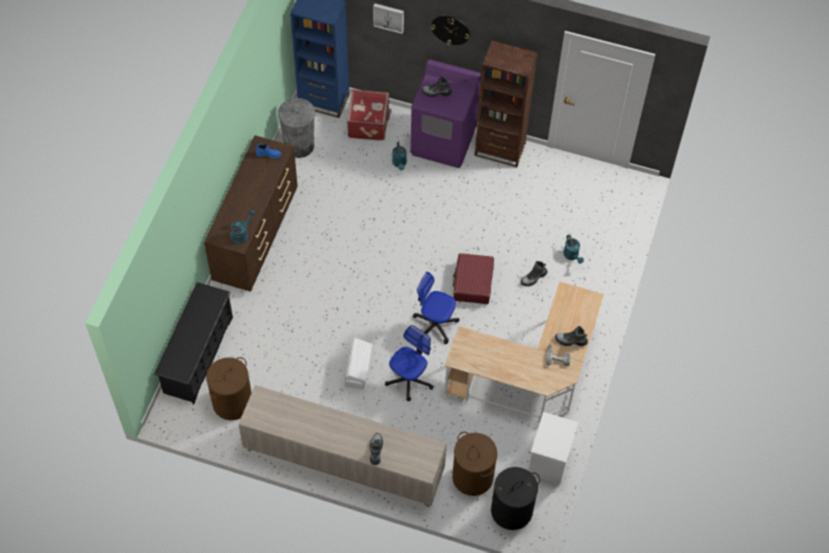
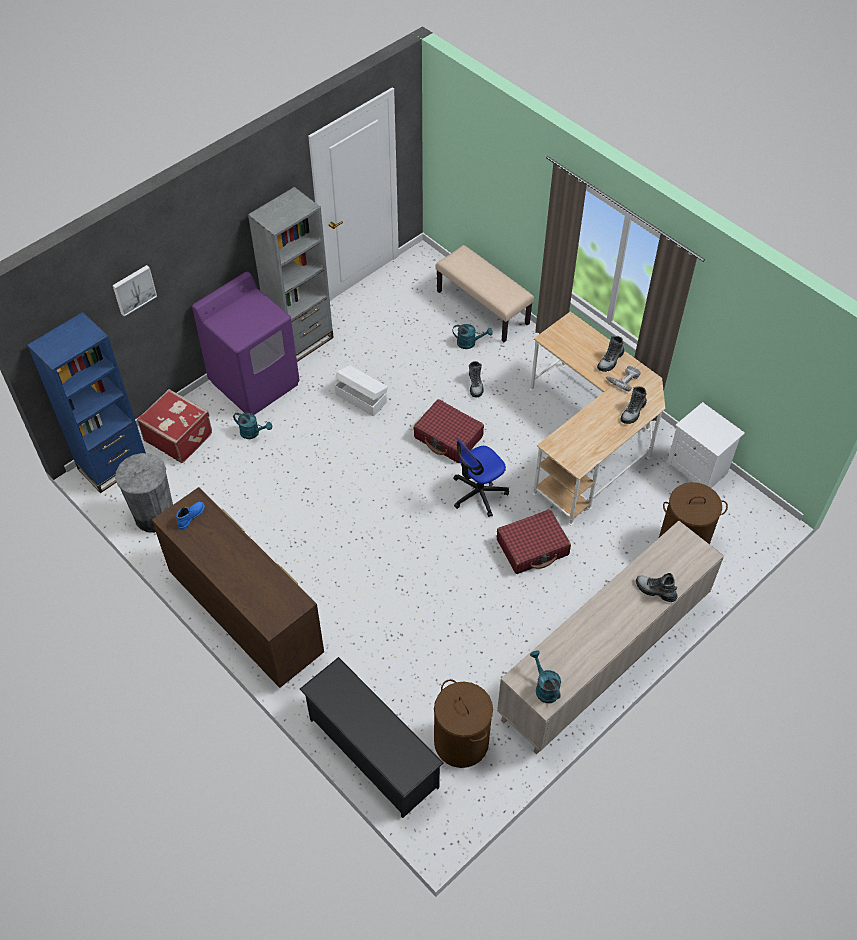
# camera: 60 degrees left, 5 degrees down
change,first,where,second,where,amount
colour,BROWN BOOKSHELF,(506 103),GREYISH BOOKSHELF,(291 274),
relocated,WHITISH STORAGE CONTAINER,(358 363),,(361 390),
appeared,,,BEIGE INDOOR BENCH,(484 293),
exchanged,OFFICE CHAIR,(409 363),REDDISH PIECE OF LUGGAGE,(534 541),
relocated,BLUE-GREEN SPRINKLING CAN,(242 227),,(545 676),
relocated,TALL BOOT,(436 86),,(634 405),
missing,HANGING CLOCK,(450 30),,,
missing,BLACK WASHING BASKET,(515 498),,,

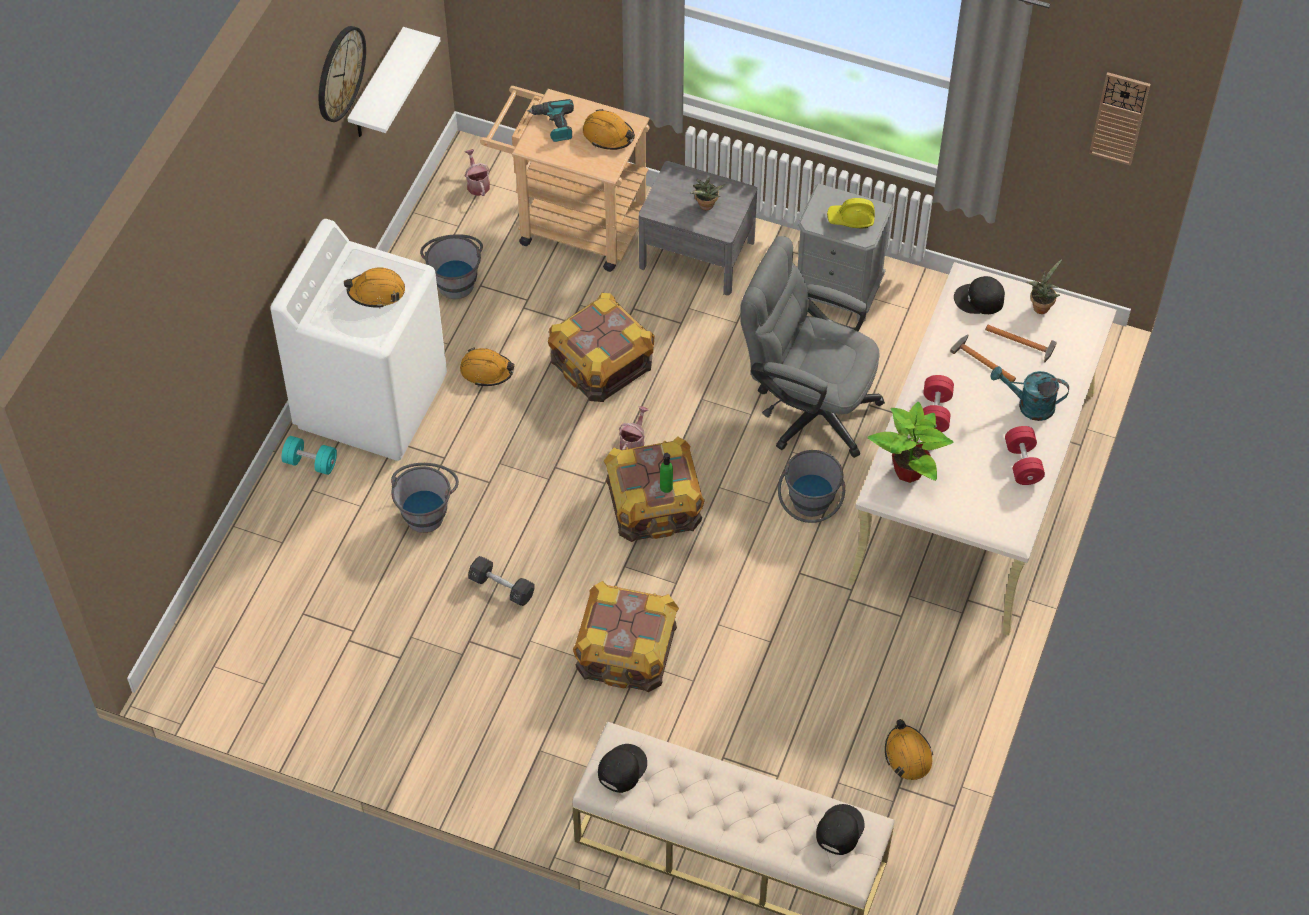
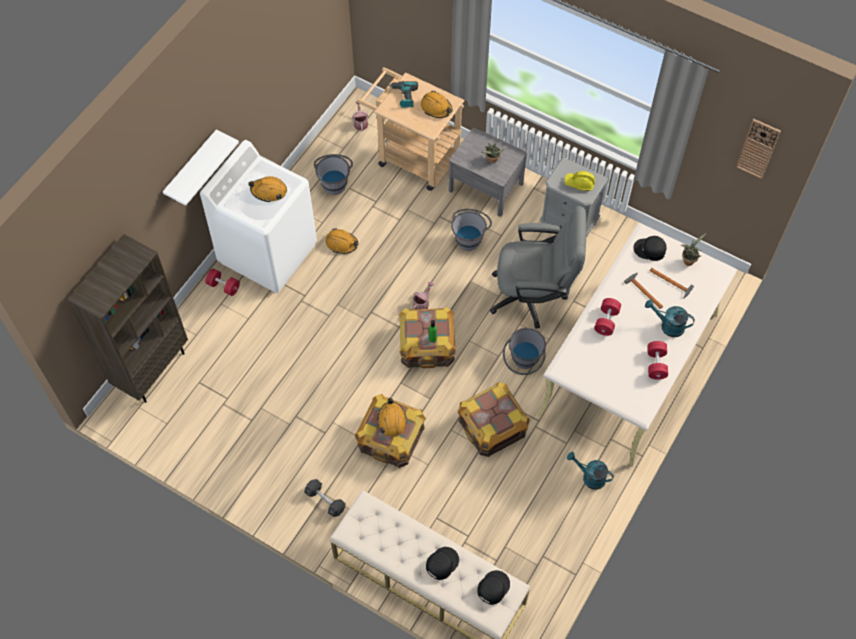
# camera: 10 degrees right, 5 degrees up
change,first,where,second,where,amount
appeared,,,BROWN BOOKSHELF,(127 318),
relocated,WHITISH WALL SHELF,(393 82),,(201 167),
colour,BLUE-GREEN FREE WEIGHT,(309 455),REDDISH FREE WEIGHT,(222 282),
relocated,BLACK FREE WEIGHT,(501 581),,(325 498),
relocated,ORANGE SAFETY HELMET,(909 749),,(392 417),
relocated,BLACK PEAKED CAP,(622 768),,(442 563),
relocated,GREYISH PAIL,(425 498),,(471 230),
relocated,SHIPPING CRATE,(601 347),,(494 419),
spun,GREYISH OFFICE CHAIR,(812 347),,(538 267),150 degrees clockwise
appeared,,,BLUE-GREEN SPRINKLING CAN,(590 471),
missing,HANGING CLOCK,(342 74),,,
missing,HOUSEPLANT,(910 442),,,

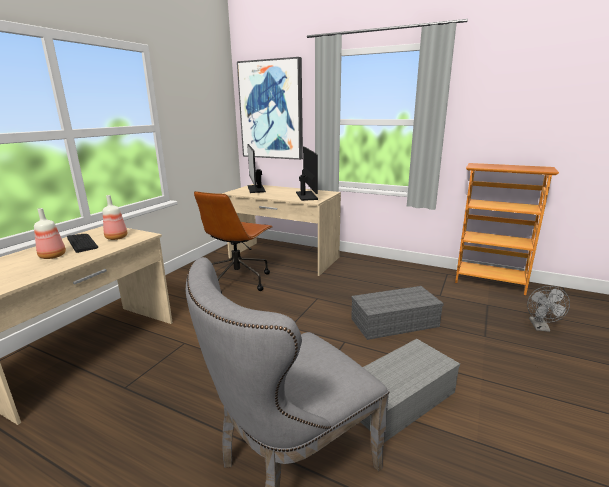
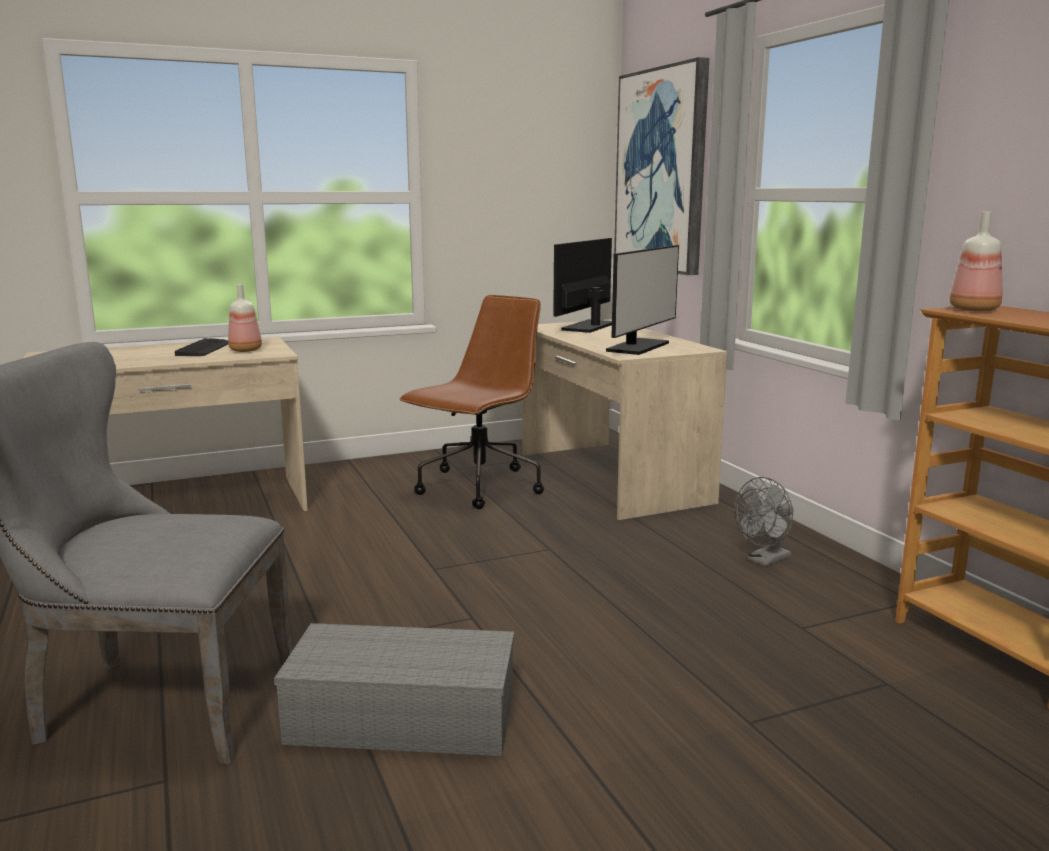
# camera: 40 degrees right, 5 degrees down
change,first,where,second,where,amount
spun,BROWN OFFICE CHAIR,(233 242),,(471 402),150 degrees clockwise
relocated,GREYISH COOLING FAN,(548 309),,(764 522),
relocated,BEVERAGE BOTTLE,(50 233),,(976 262),
missing,GREYISH STORAGE CONTAINER,(397 313),,,

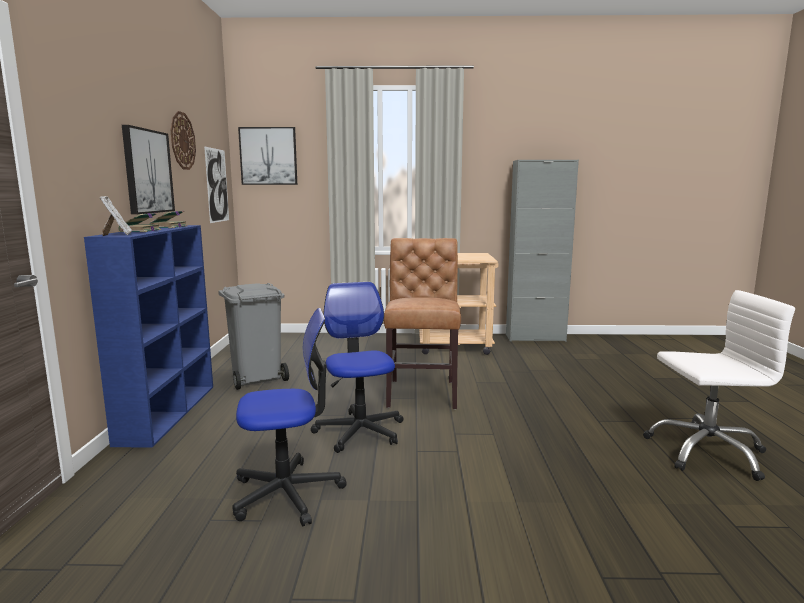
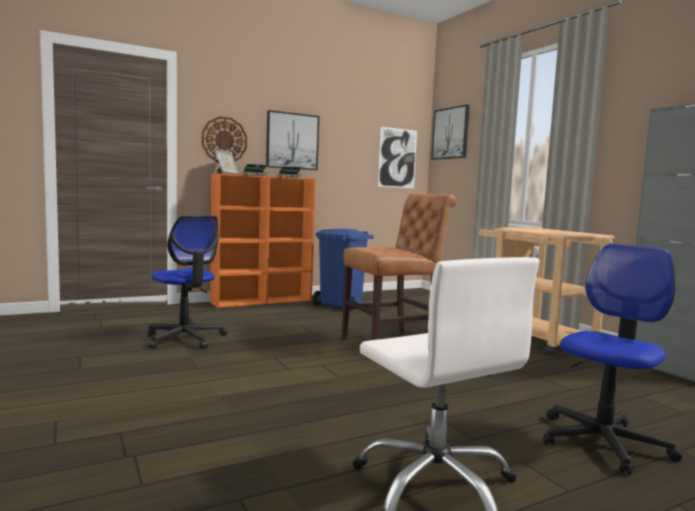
# camera: 60 degrees right, 5 degrees down
change,first,where,second,where,amount
relocated,HANGING CLOCK,(183 140),,(224 139),
colour,BLUE-COLOURED BOOKSHELF,(148 336),ORANGE BOOKSHELF,(263 241),
colour,GREYISH TRASH CAN,(253 336),BLUE-COLOURED TRASH CAN,(343 269),
relocated,OFFICE CHAIR,(357 367),,(612 359),

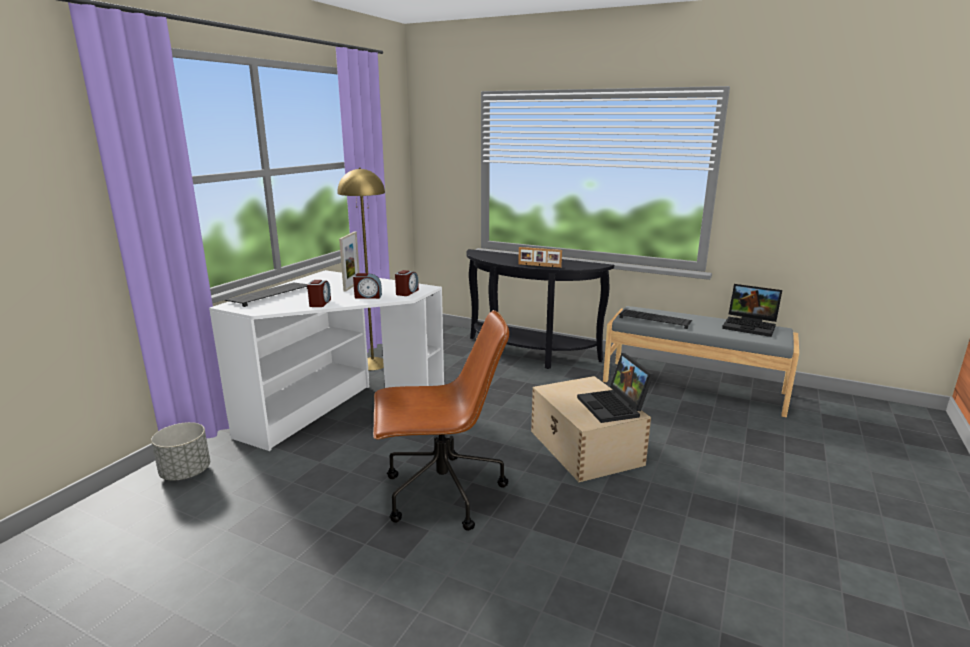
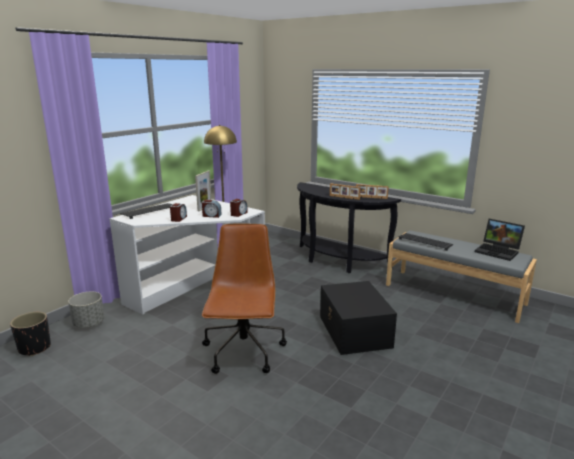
# camera: 10 degrees right, 0 degrees up
change,first,where,second,where,amount
appeared,,,BLACK PLANT POT,(30 334),
spun,BROWN OFFICE CHAIR,(441 420),,(244 299),90 degrees counterclockwise
colour,BEIGE STORAGE CONTAINER,(591 429),BLACK STORAGE CONTAINER,(358 318),
appeared,,,STANDING FRAME,(372 191),
missing,PORTABLE COMPUTER,(615 388),,,

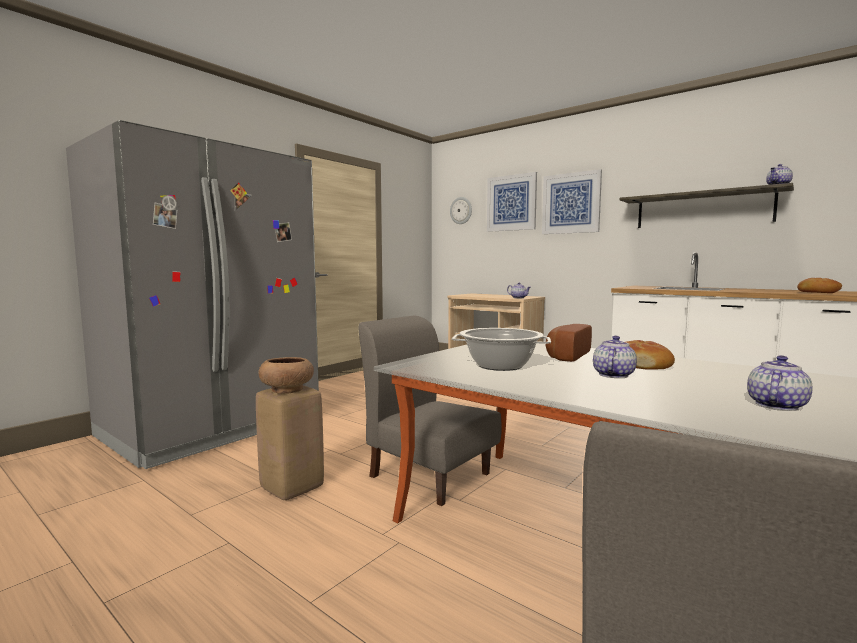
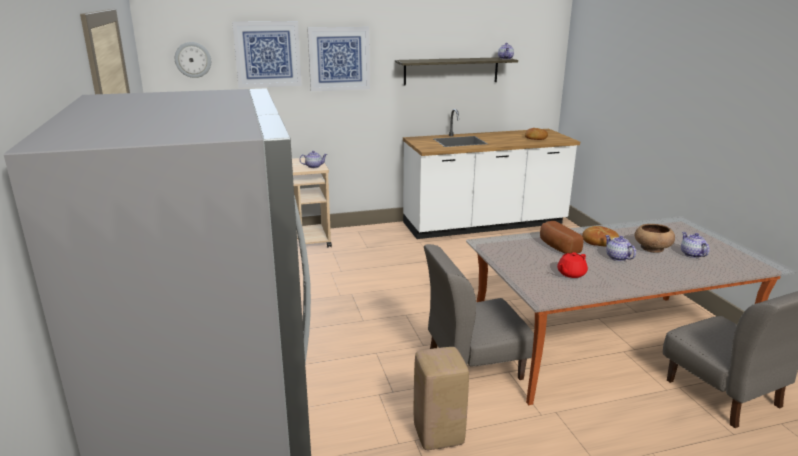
# camera: 55 degrees left, 15 degrees up
change,first,where,second,where,amount
exchanged,SAUCEPOT,(501 349),REDDISH TEAPOT,(572 265),
relocated,BROWN DEEP DISH,(286 375),,(655 238),

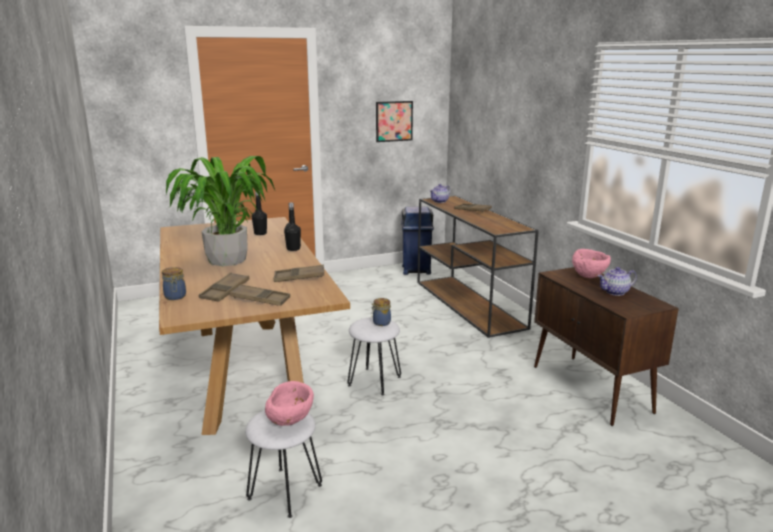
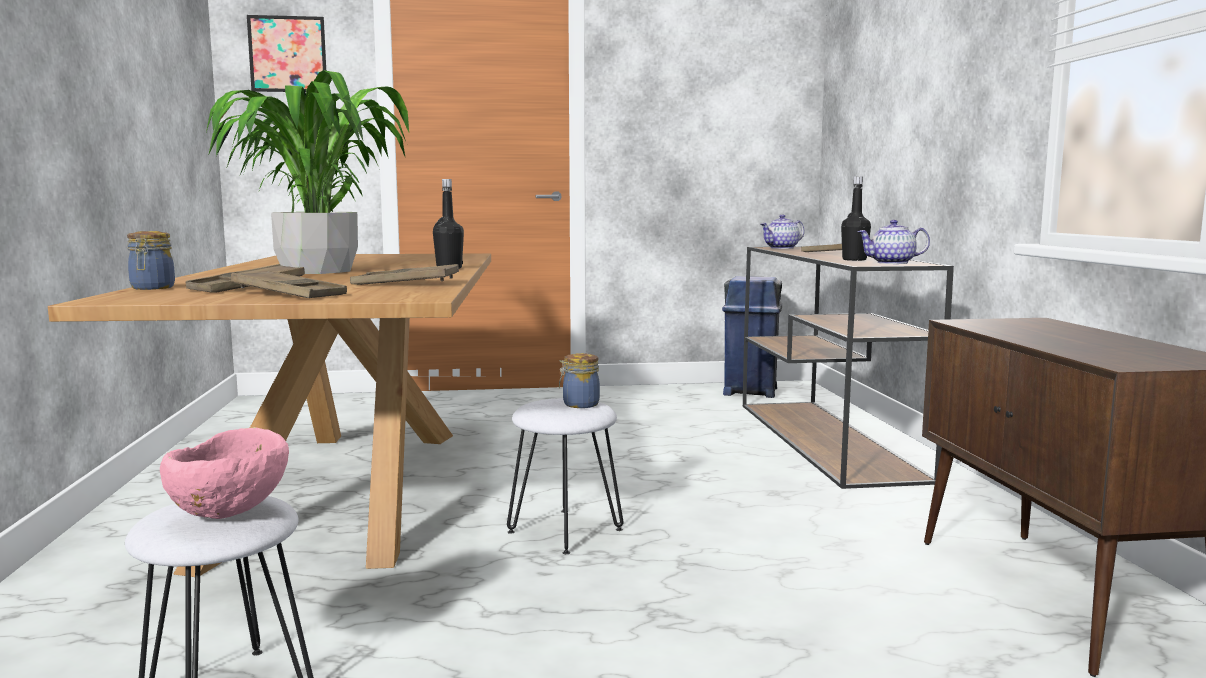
# camera: 15 degrees right, 10 degrees down
change,first,where,second,where,amount
relocated,WALL ART,(394 121),,(286 53),
relocated,BLACK BEVERAGE BOTTLE,(259 213),,(856 218),
relocated,TEAPOT,(617 281),,(893 242),
missing,PINK DEEP DISH,(591 263),,,

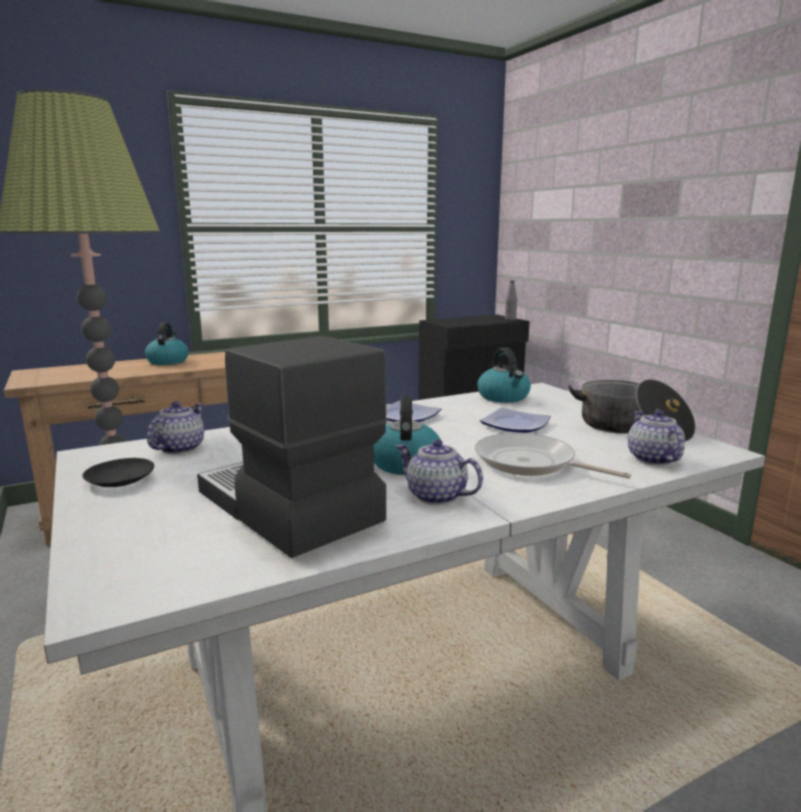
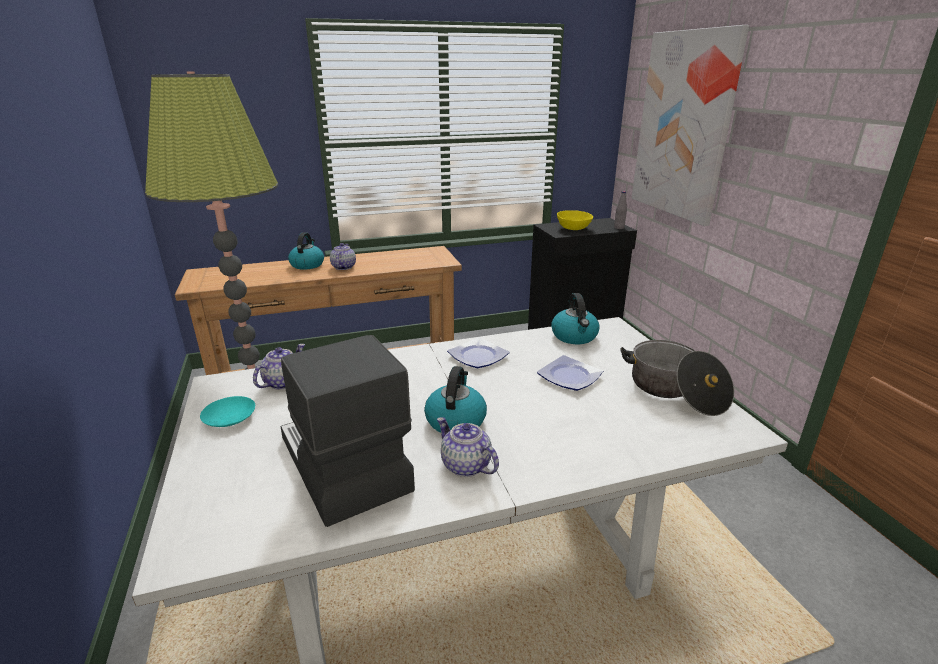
# camera: 10 degrees right, 10 degrees up
change,first,where,second,where,amount
colour,BLACK PLATE,(118 472),BLUE-GREEN PLATE,(227 411),
relocated,TEAPOT,(656 437),,(343 256),
appeared,,,YELLOWISH DEEP DISH,(575 220),
appeared,,,WALL ART,(690 125),
missing,SKILLET,(553 456),,,

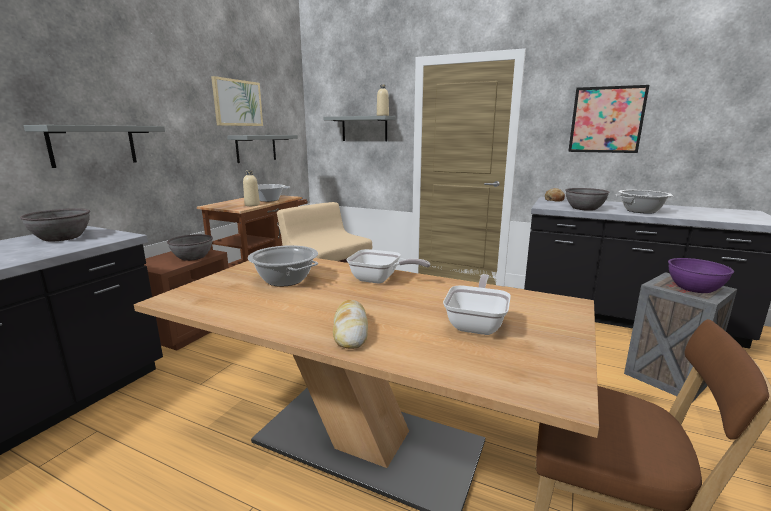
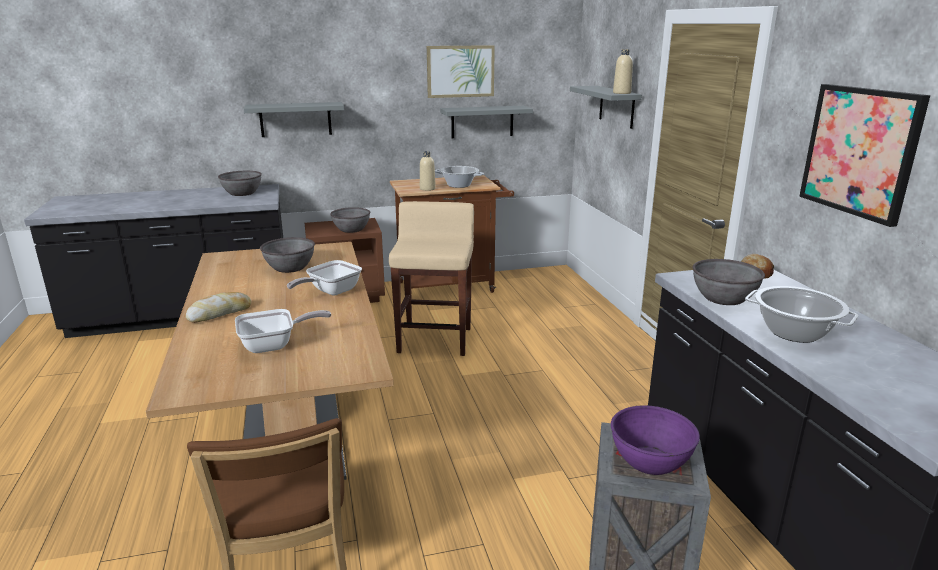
# camera: 50 degrees right, 5 degrees up
change,first,where,second,where,amount
exchanged,SAUCEPOT,(283 266),GREYISH DEEP DISH,(287 255),
spun,SKILLET,(388 266),,(324 277),60 degrees clockwise

